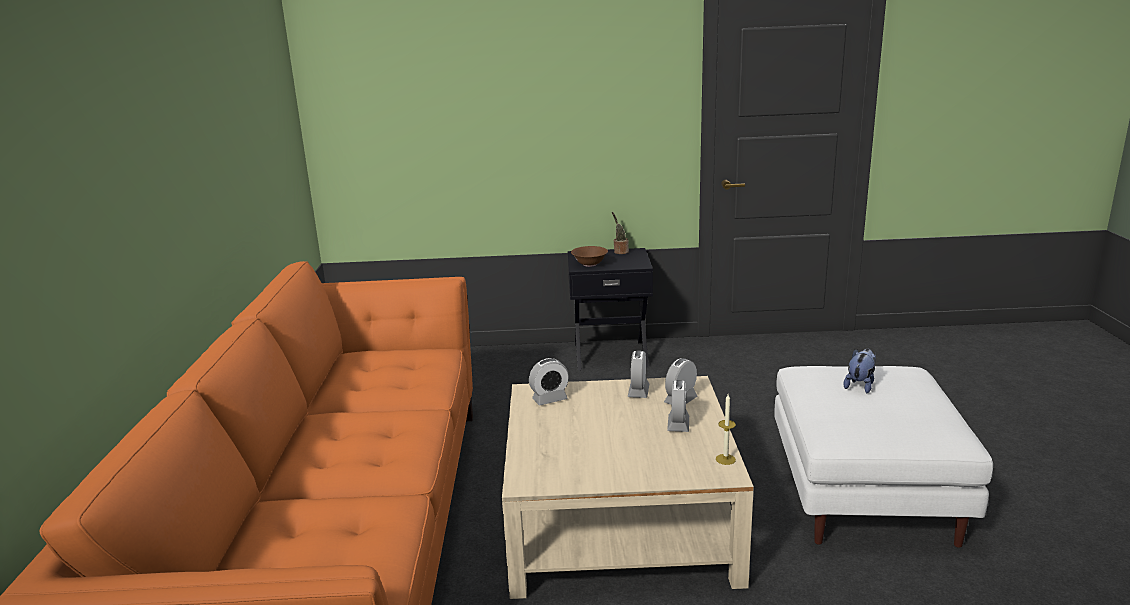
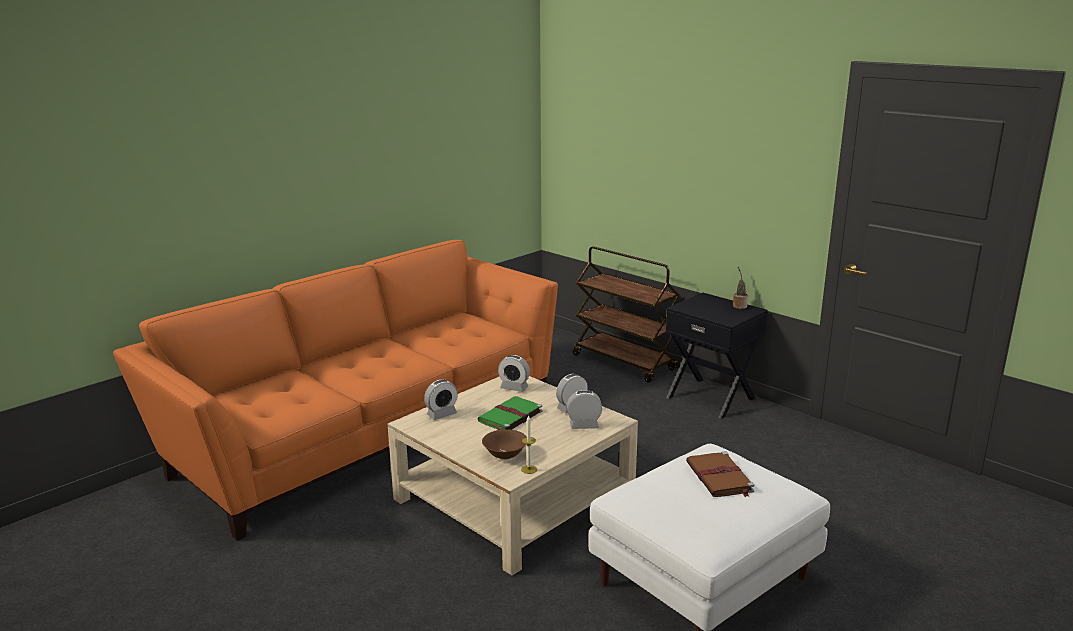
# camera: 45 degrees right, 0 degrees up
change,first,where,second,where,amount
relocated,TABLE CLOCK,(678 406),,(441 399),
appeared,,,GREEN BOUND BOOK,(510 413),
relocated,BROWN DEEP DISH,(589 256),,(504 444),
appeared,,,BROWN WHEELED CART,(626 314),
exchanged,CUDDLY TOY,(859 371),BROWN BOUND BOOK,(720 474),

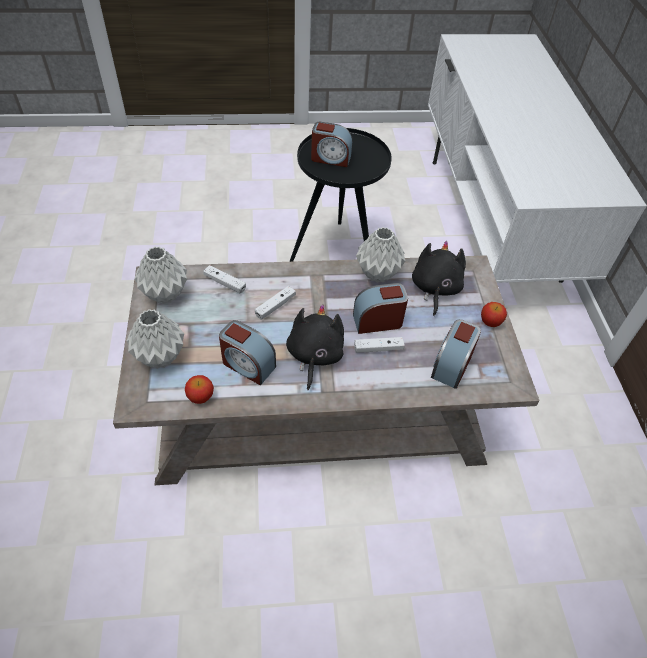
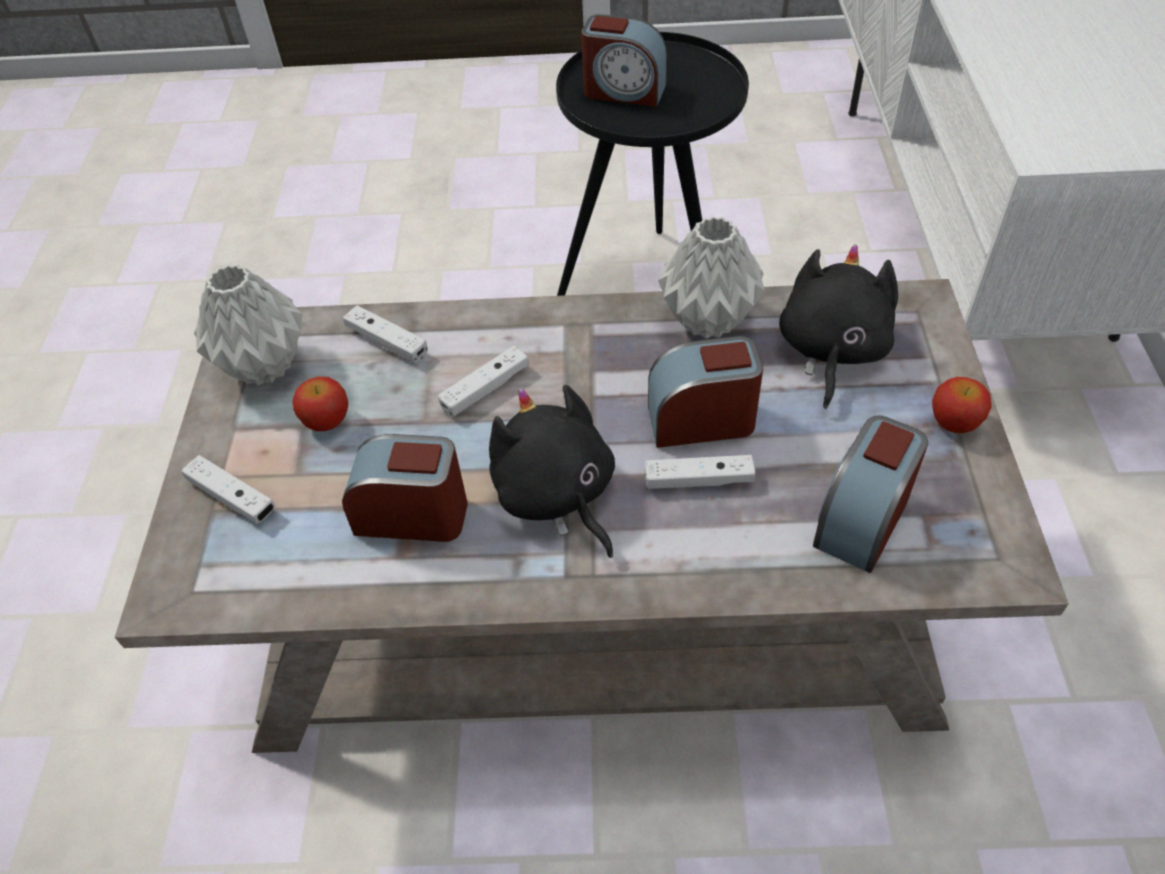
# camera: 10 degrees right, 0 degrees up
change,first,where,second,where,amount
exchanged,GREYISH FLOWER VASE,(155 339),WHITISH GAMEPAD,(228 489),
relocated,WHOLE APPLE,(199 389),,(320 404),
spun,TABLE CLOCK,(247 352),,(405 488),150 degrees clockwise
spun,BLACK CUDDLY TOY,(315 347),,(552 471),45 degrees counterclockwise

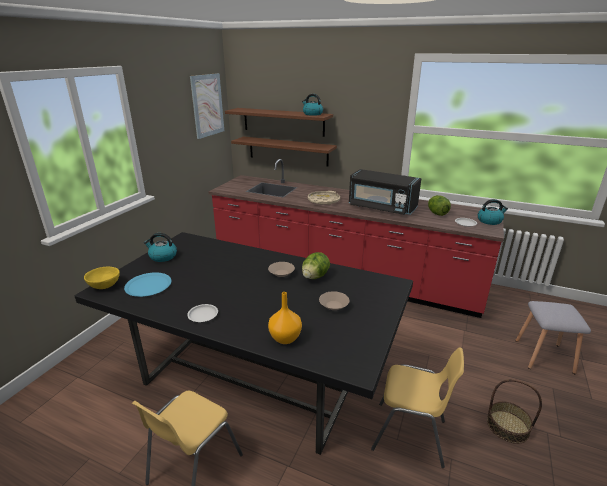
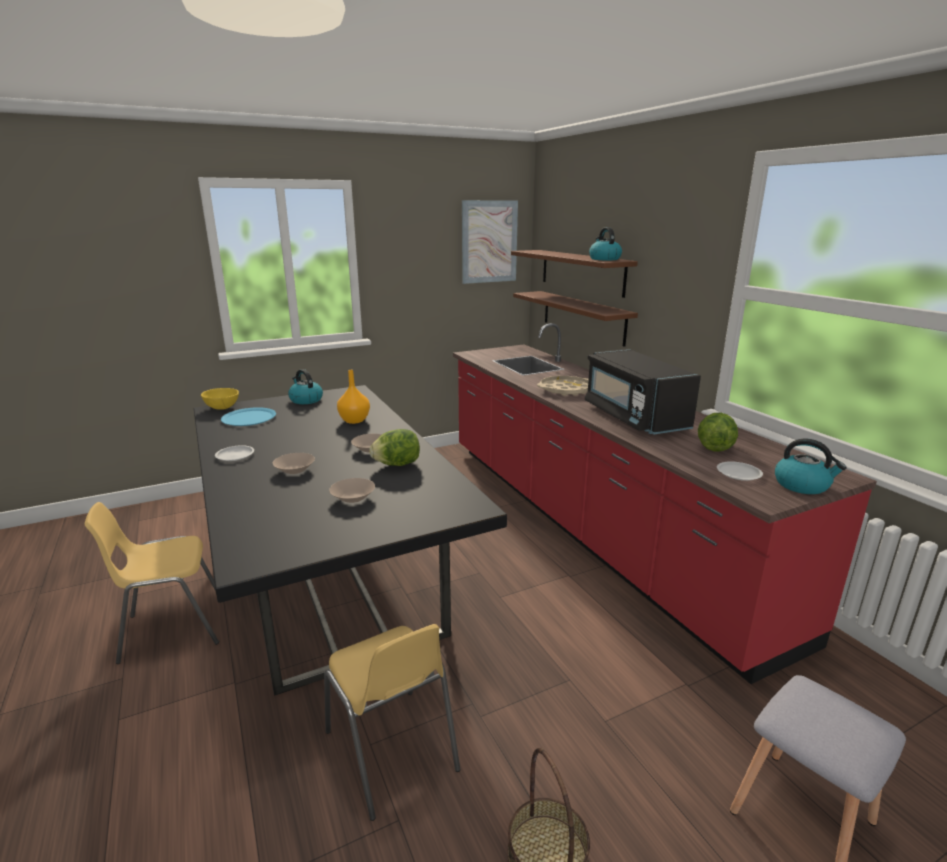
# camera: 40 degrees right, 5 degrees down
change,first,where,second,where,amount
appeared,,,BEIGE DEEP DISH,(294 463),
relocated,ORANGE FLOWER VASE,(285 318),,(353 397),

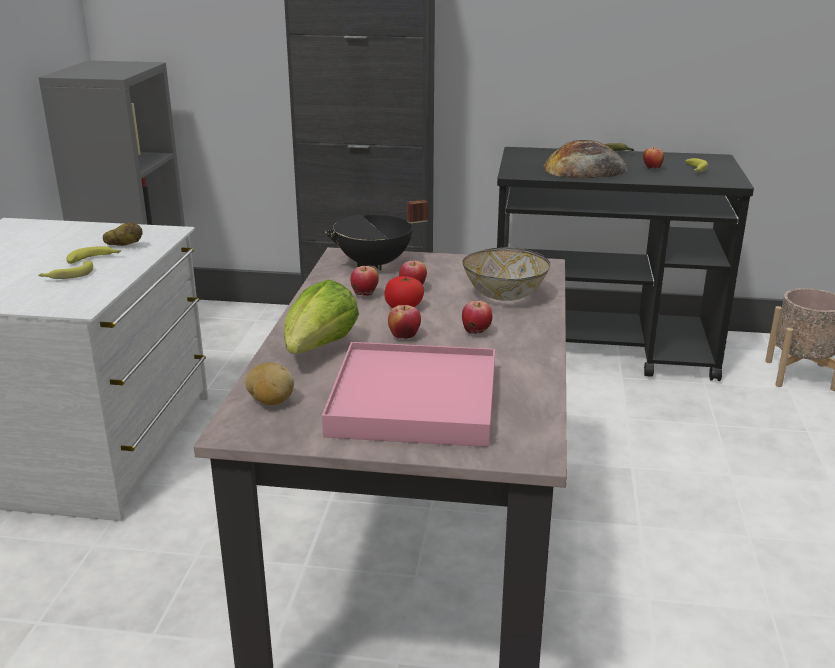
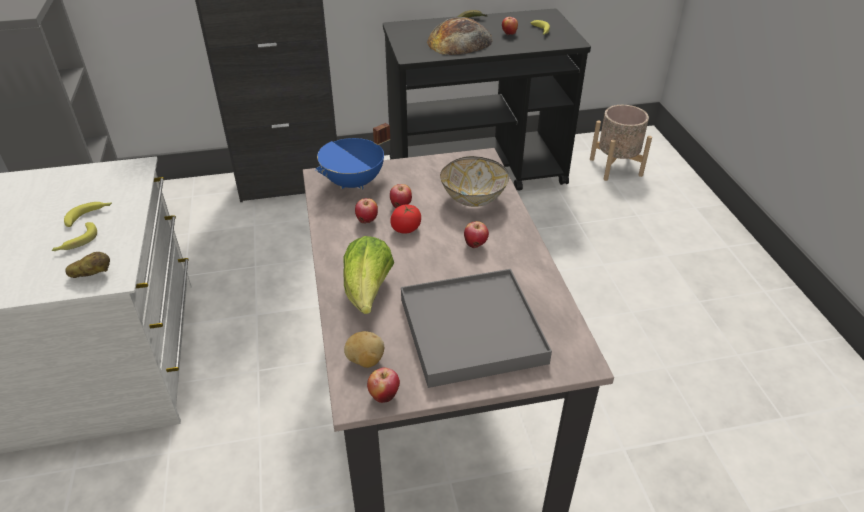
# camera: 20 degrees left, 15 degrees up
change,first,where,second,where,amount
relocated,SPUD,(123 234),,(87 265),
colour,BLACK SAUCEPOT,(376 235),BLUE-COLOURED SAUCEPOT,(352 156),
relocated,WHOLE APPLE,(404 322),,(383 385),
colour,PINK TRAY,(408 394),GREYISH TRAY,(476 328),

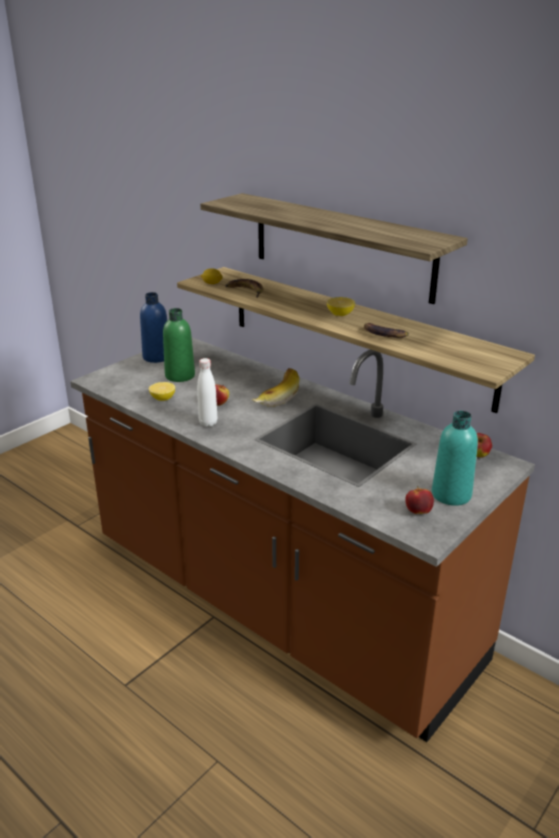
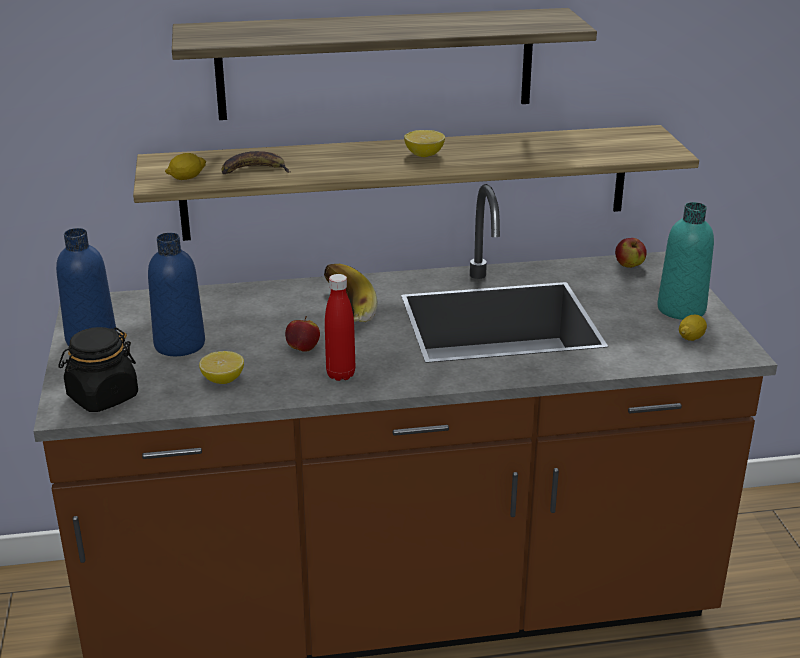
# camera: 50 degrees left, 0 degrees up
change,first,where,second,where,amount
appeared,,,BLACK JAR,(98 369),
colour,GREEN BEVERAGE BOTTLE,(179 345),BLUE-COLOURED BEVERAGE BOTTLE,(176 294),
colour,WHITISH BEVERAGE BOTTLE,(207 392),REDDISH BEVERAGE BOTTLE,(340 327),
exchanged,WHOLE APPLE,(419 500),WHOLE LEMON,(693 328),
missing,BANANA FRUIT,(386 330),,,

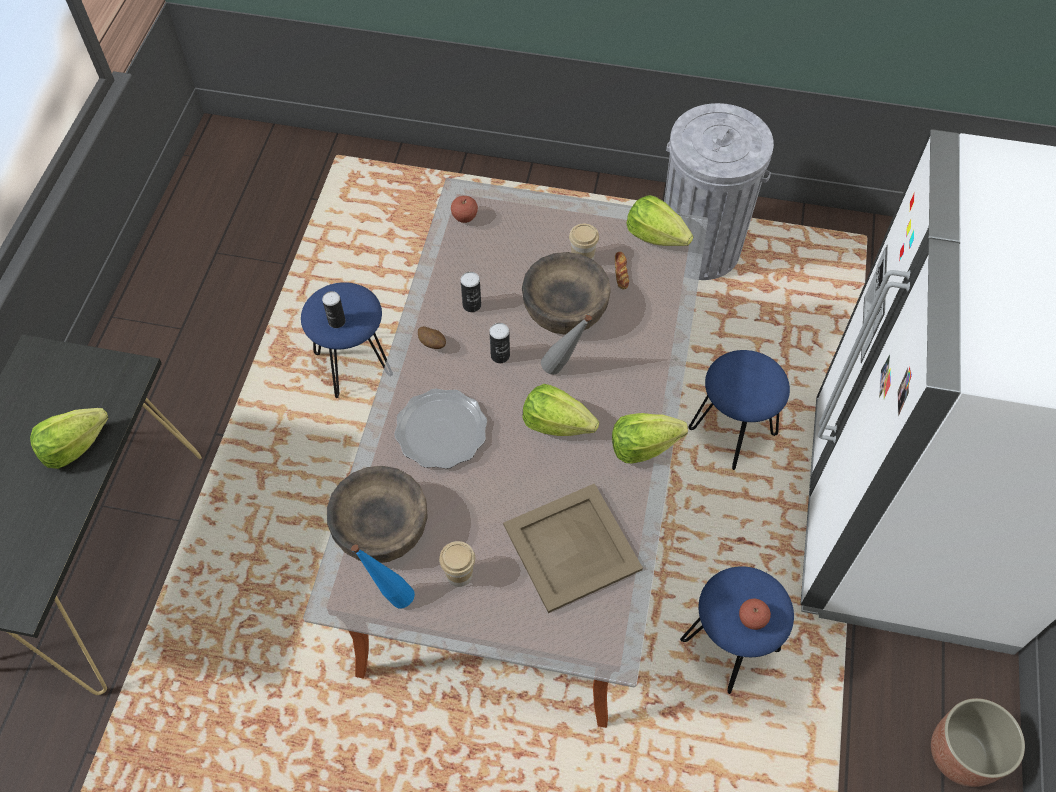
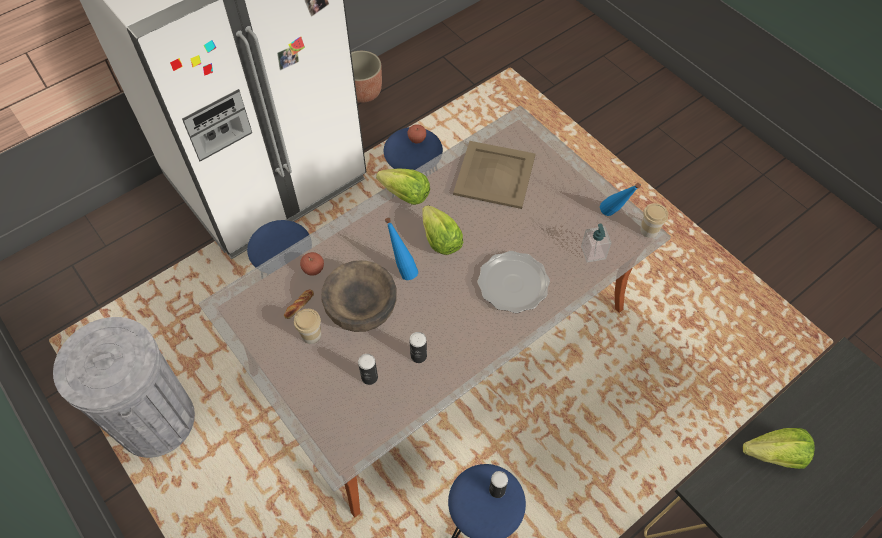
# camera: 140 degrees left, 0 degrees up
change,first,where,second,where,amount
relocated,WHOLE APPLE,(464 209),,(312 264),
relocated,CAN,(499 343),,(368 369),
colour,GREYISH BEVERAGE BOTTLE,(566 344),BLUE-COLOURED BEVERAGE BOTTLE,(401 249),
exchanged,BROWN DEEP DISH,(377 514),SOAP BOTTLE,(596 243),
relocated,SMALL CUP,(457 564),,(654 220),
missing,SPUD,(432 337),,,
missing,HEAD OF LETTUCE,(659 220),,,

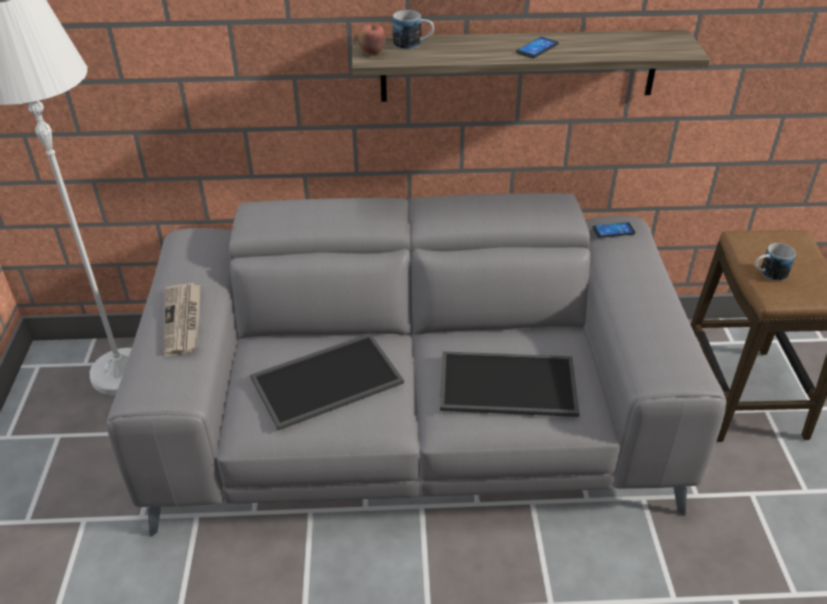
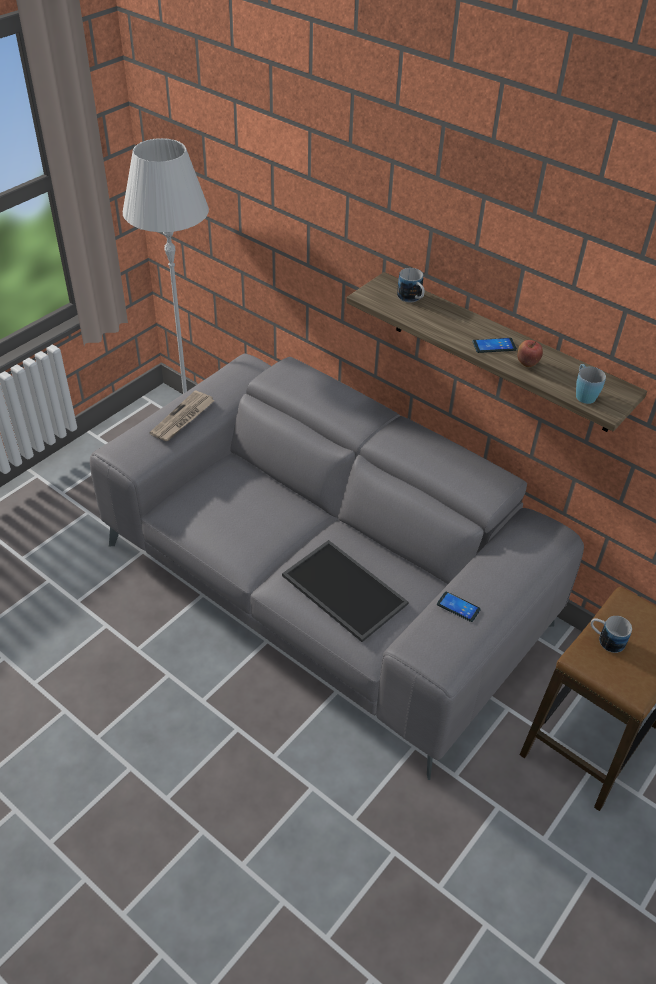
# camera: 40 degrees right, 5 degrees up
change,first,where,second,where,amount
relocated,PHONE,(614 230),,(459 606),
relocated,WHOLE APPLE,(372 39),,(530 353),
appeared,,,BLUE-COLOURED MUG,(591 384),
missing,TRAY,(327 382),,,

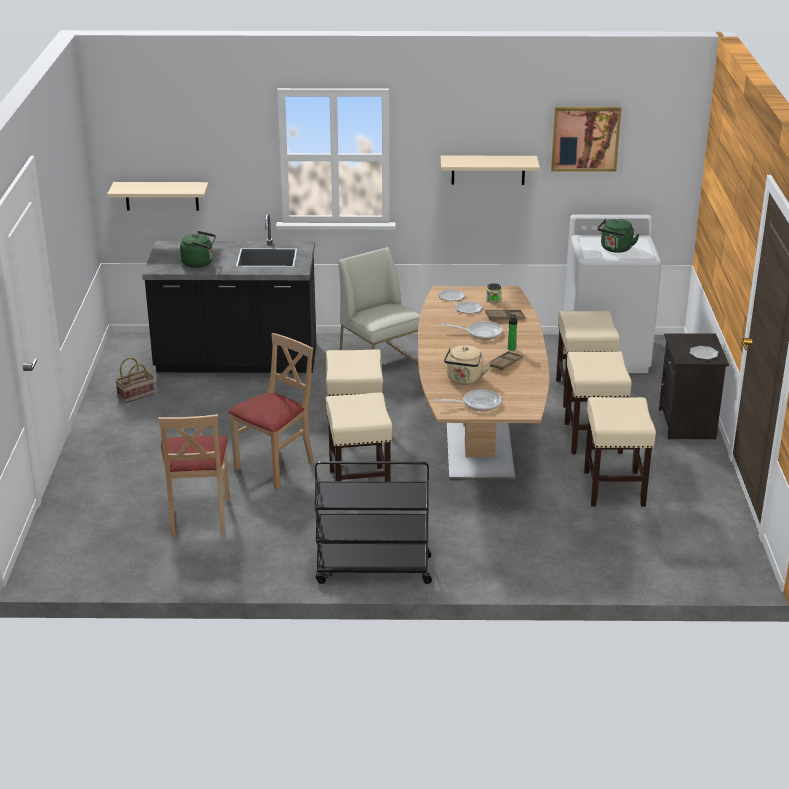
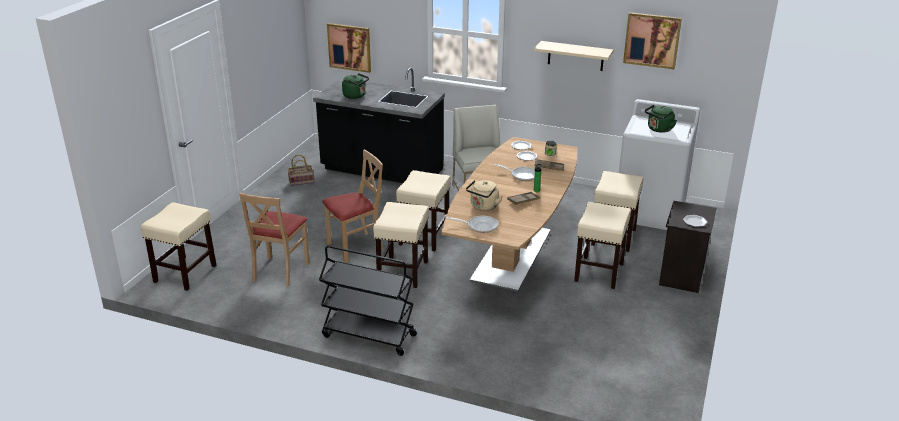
# camera: 20 degrees right, 0 degrees up
change,first,where,second,where,amount
relocated,BEIGE STOOL SEAT,(620 452),,(178 246),
exchanged,BEIGE WALL SHELF,(158 196),WALL ART,(349 48),

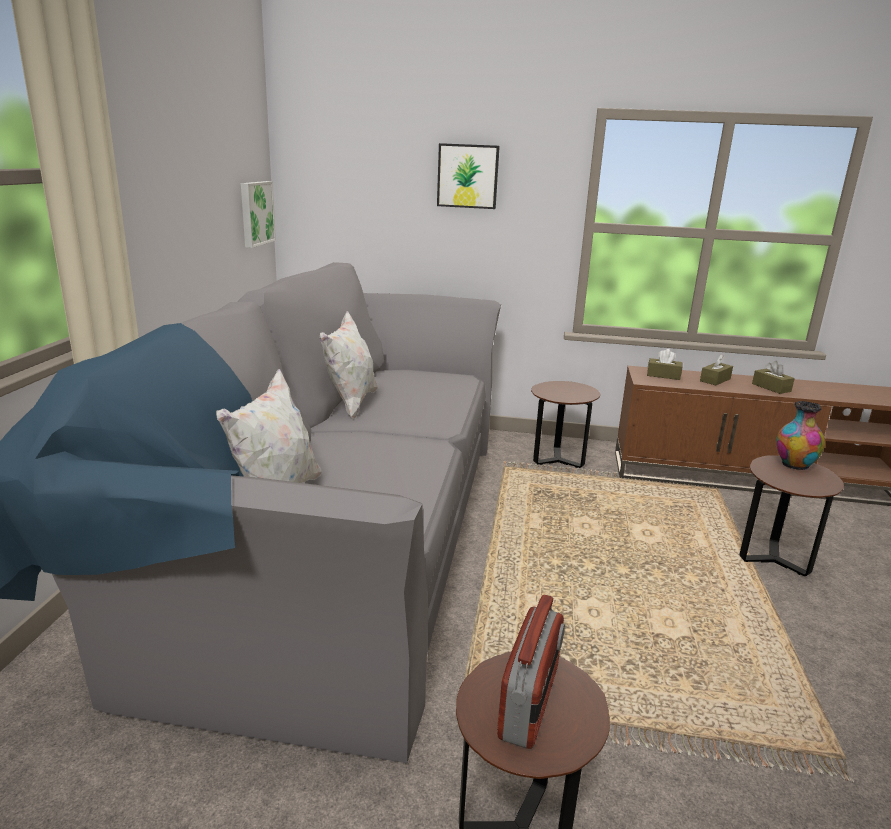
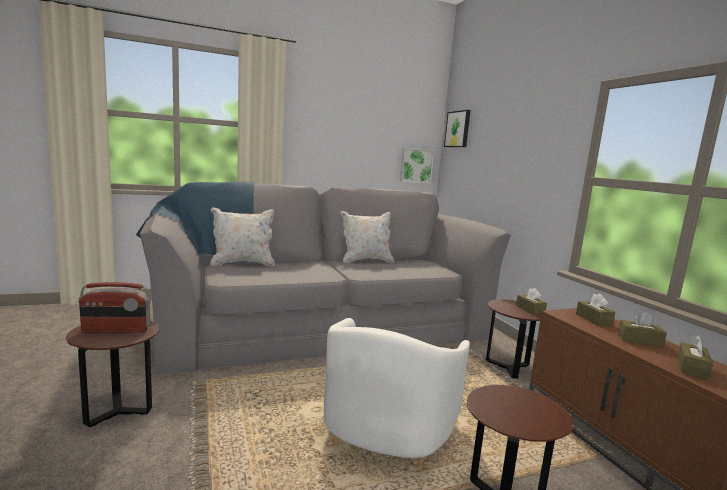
# camera: 60 degrees right, 10 degrees down
change,first,where,second,where,amount
appeared,,,WHITISH LOUNGE CHAIR,(397 394),
relocated,WALL ART,(468 176),,(457 128),
appeared,,,BROWN BOX OF TISSUES,(531 301),
missing,FLOWER VASE,(800 435),,,

